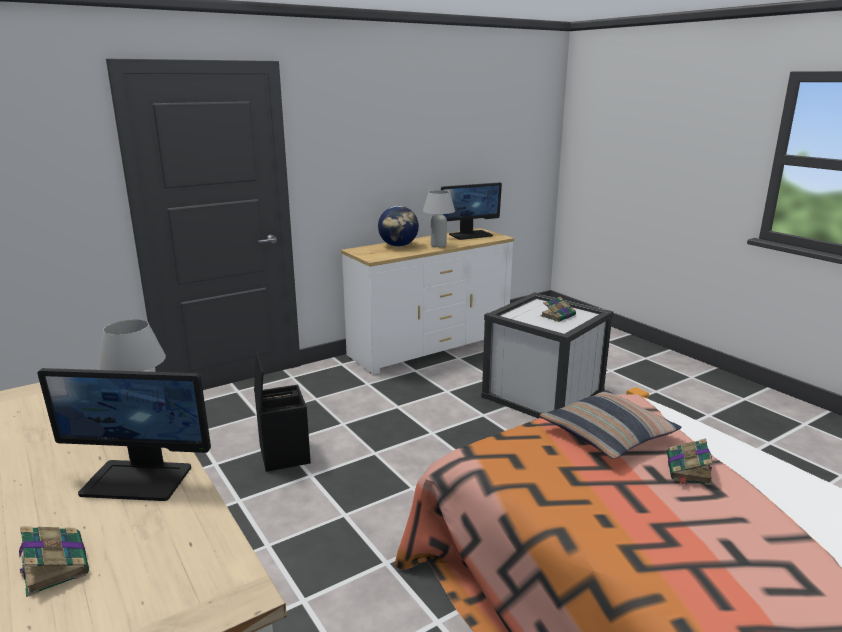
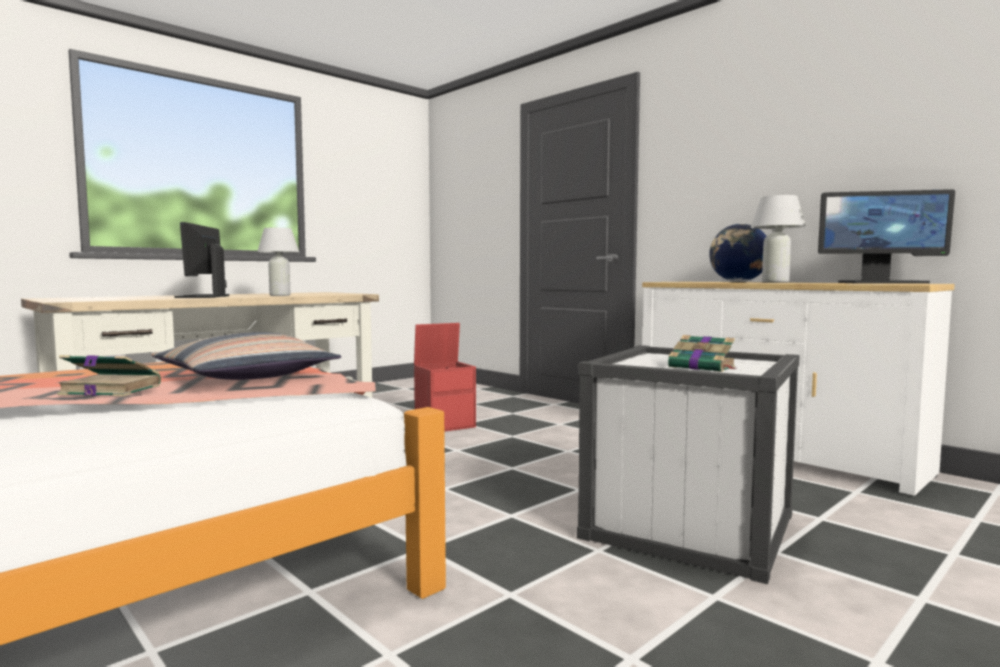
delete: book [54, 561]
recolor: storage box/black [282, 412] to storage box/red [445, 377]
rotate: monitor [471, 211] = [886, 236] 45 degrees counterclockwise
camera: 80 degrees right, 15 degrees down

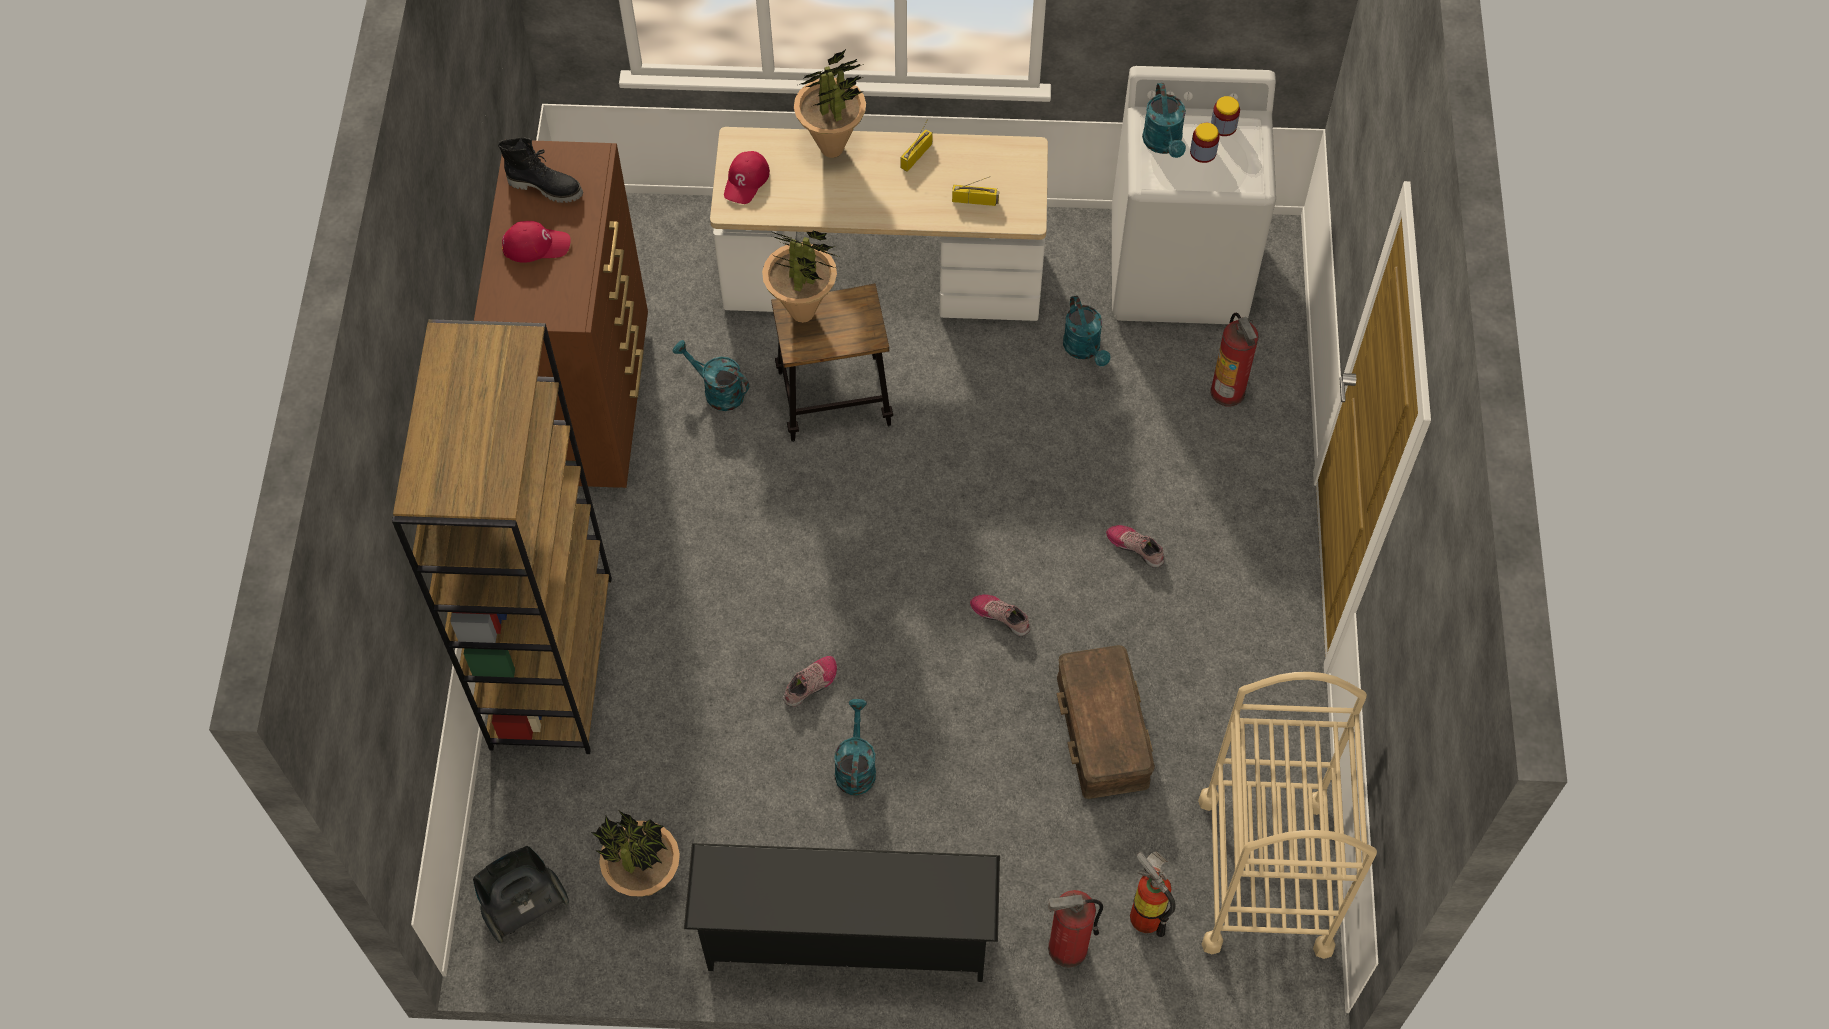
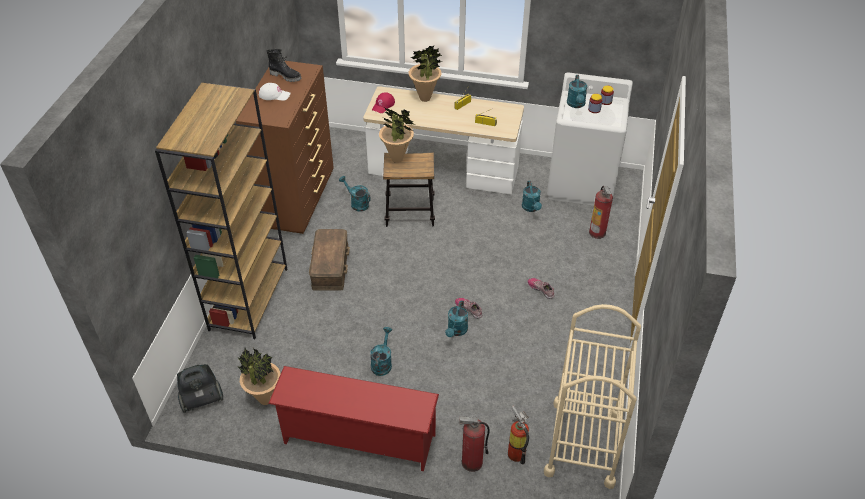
delete: shoe [810, 681]
insert: watering can/turquoise [456, 318]
move: storage box/brown [1106, 722] to [329, 260]
recolor: cap/red [536, 242] to cap/white [274, 92]; shoe rack/black [842, 912] to shoe rack/red [353, 418]
camera: 10 degrees right, 15 degrees down

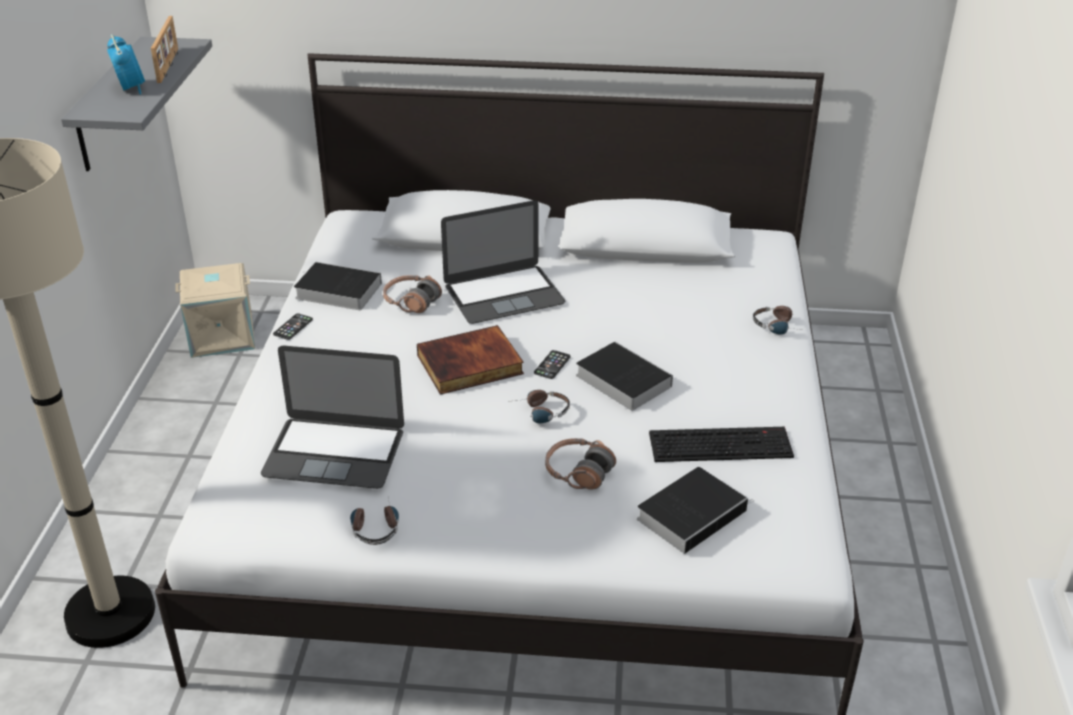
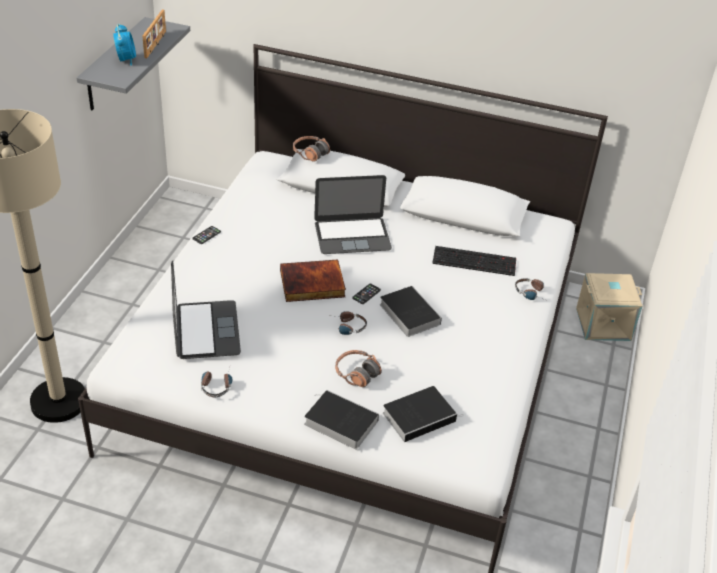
move: storage box/beige [215, 310] to [609, 307]; book [338, 286] to [341, 419]; headphones [412, 294] to [311, 149]; keyboard [721, 444] to [474, 261]
rotate: laptop [332, 417] = [206, 310] 120 degrees counterclockwise
camera: 10 degrees right, 5 degrees up

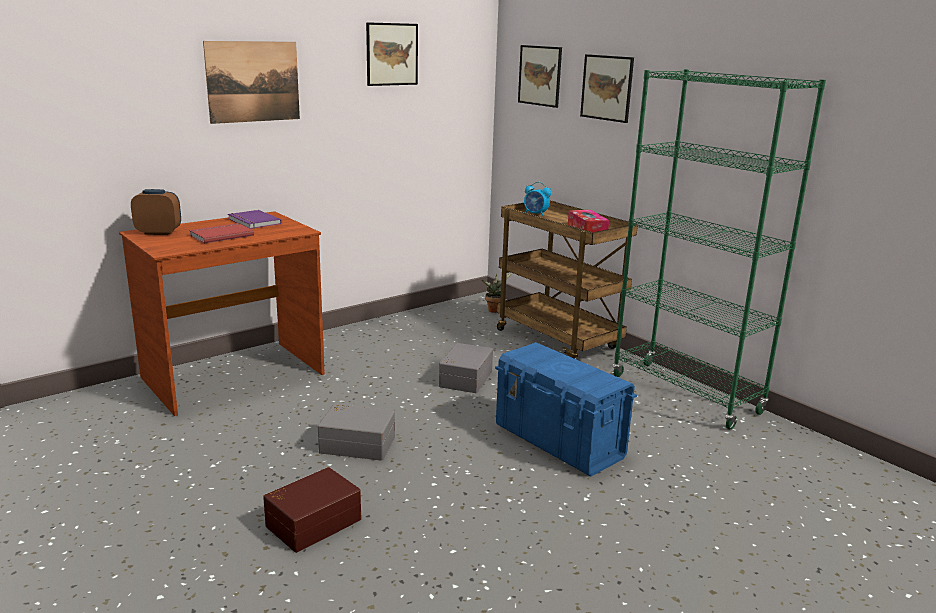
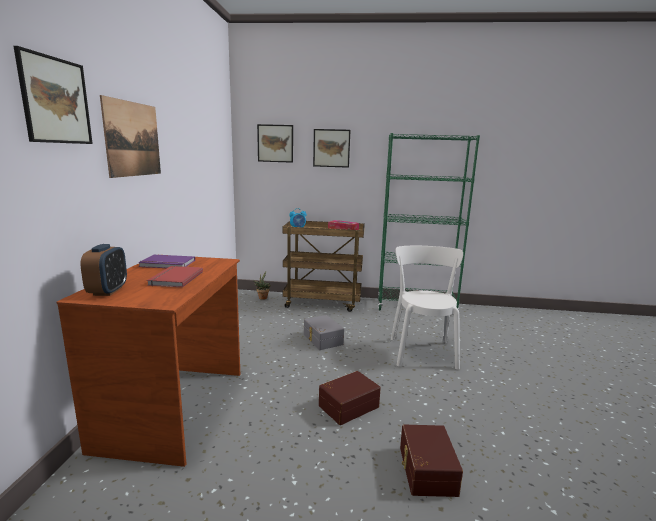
move: picture [392, 54] to [53, 95]
replace: storage box/blue [566, 409] to chair/white [427, 308]
recolor: storage box/grey [356, 432] to storage box/brown [350, 398]
rotate: alarm clock [156, 212] = [103, 270] 135 degrees clockwise
camera: 45 degrees left, 5 degrees down

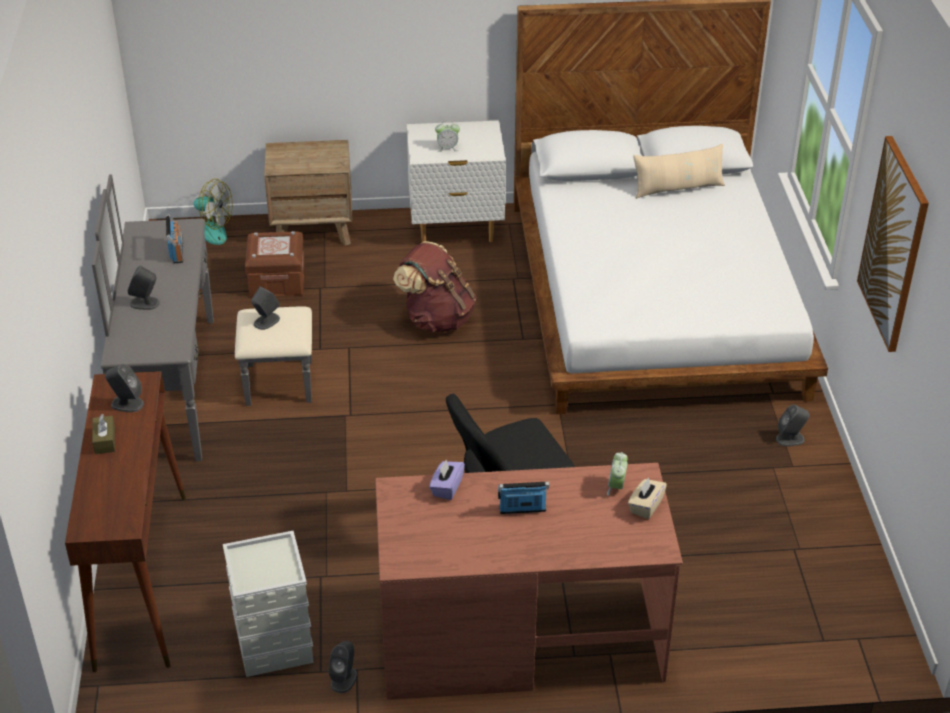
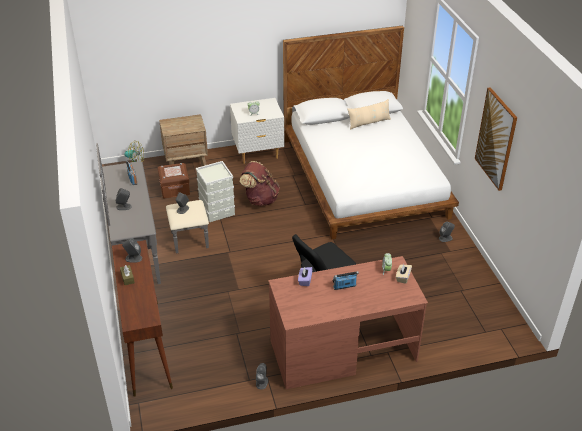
move: storage box/grey [268, 604] to [215, 191]
camera: 10 degrees left, 0 degrees up

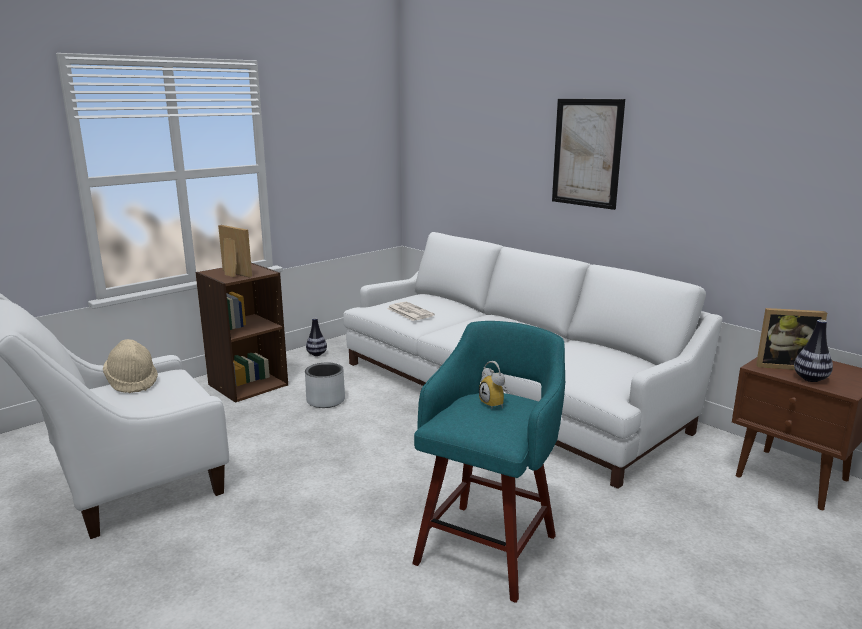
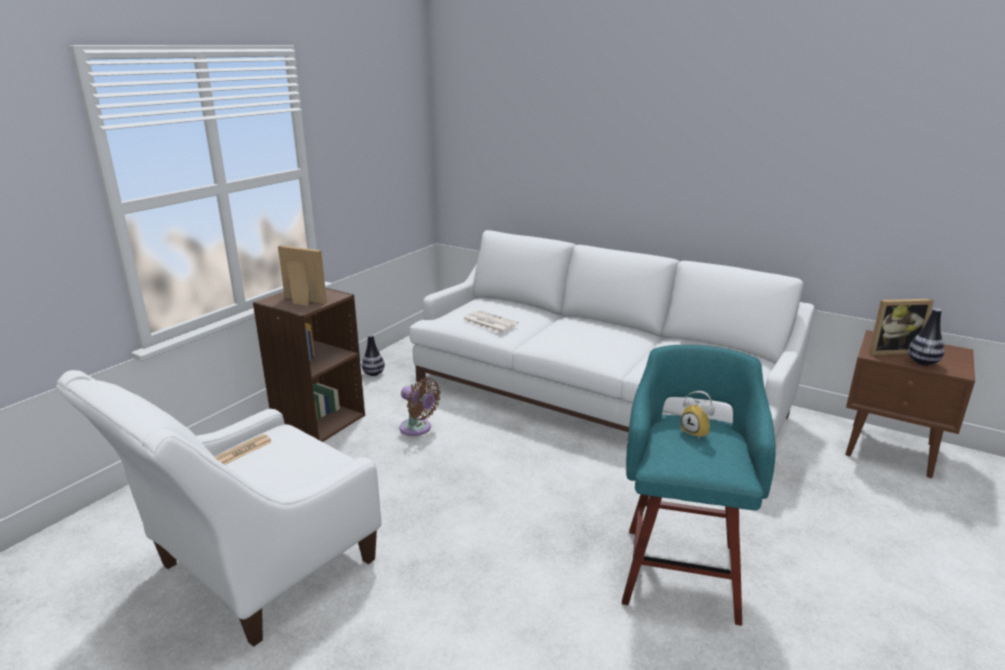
delete: picture [588, 154]
replace: hat/beige [130, 366] to newspaper [243, 449]; planter/grey [325, 385] to fan/brown [420, 407]
camera: 15 degrees left, 5 degrees up

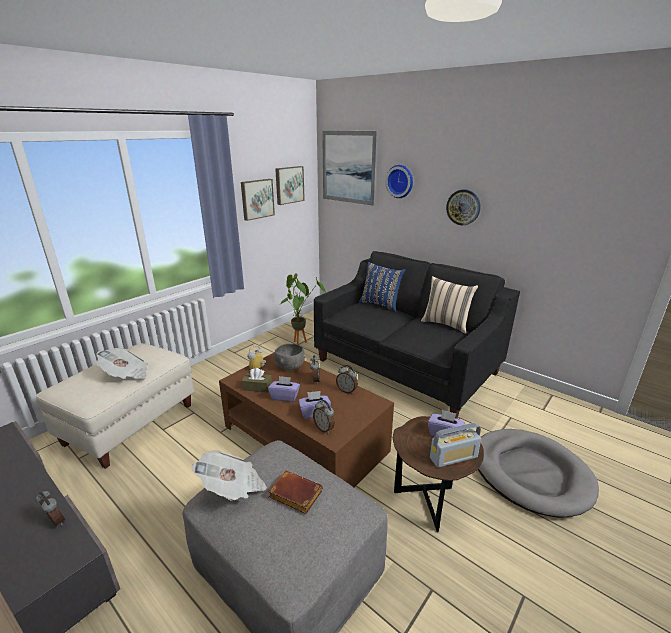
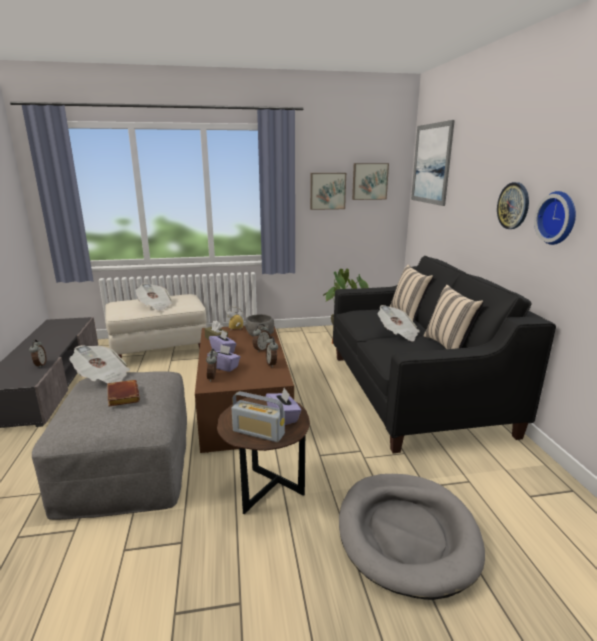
insert: newspaper [399, 323]
move: wall clock [399, 181] to [555, 218]
recolor: pillow/blue [382, 287] to pillow/beige [412, 293]
camera: 40 degrees right, 5 degrees down

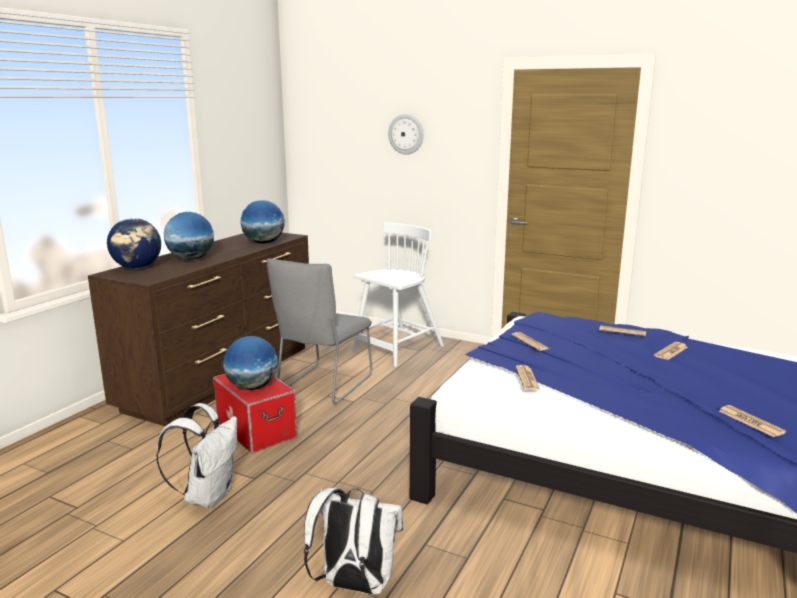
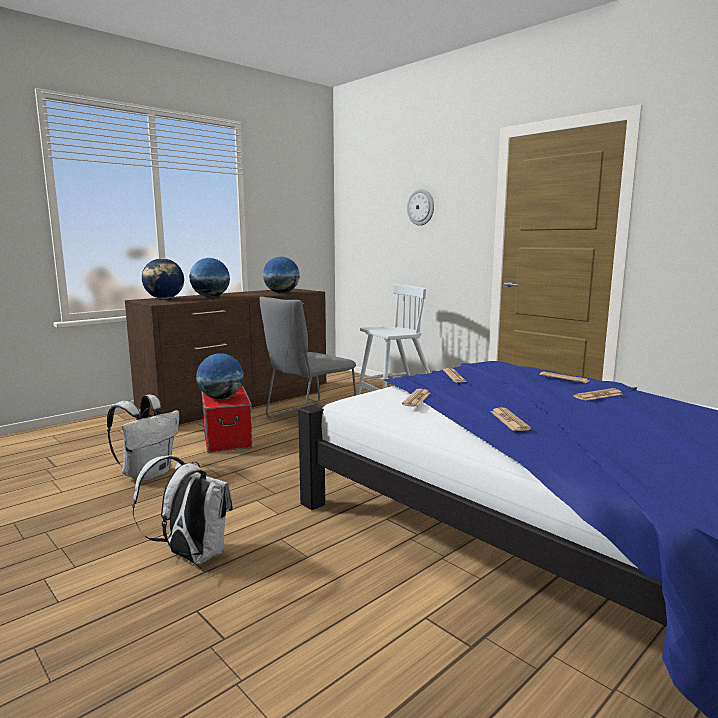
move: newspaper [752, 421] to [511, 419]
camera: 20 degrees right, 5 degrees down

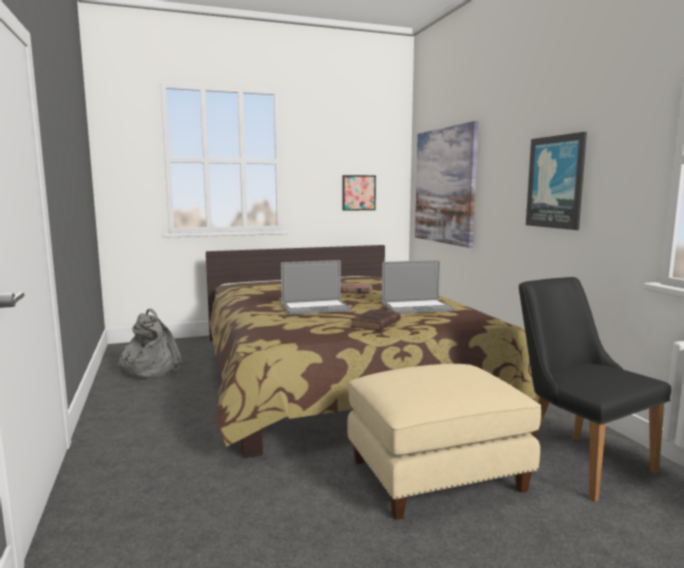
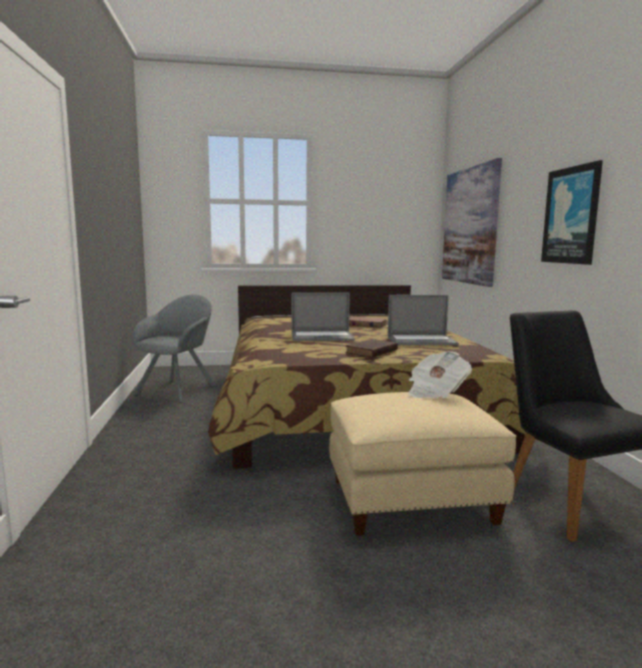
delete: picture [359, 193]
insert: newspaper [440, 374]
replace: backpack/grey [149, 343] to armchair/grey [174, 349]
camera: 10 degrees right, 0 degrees up

